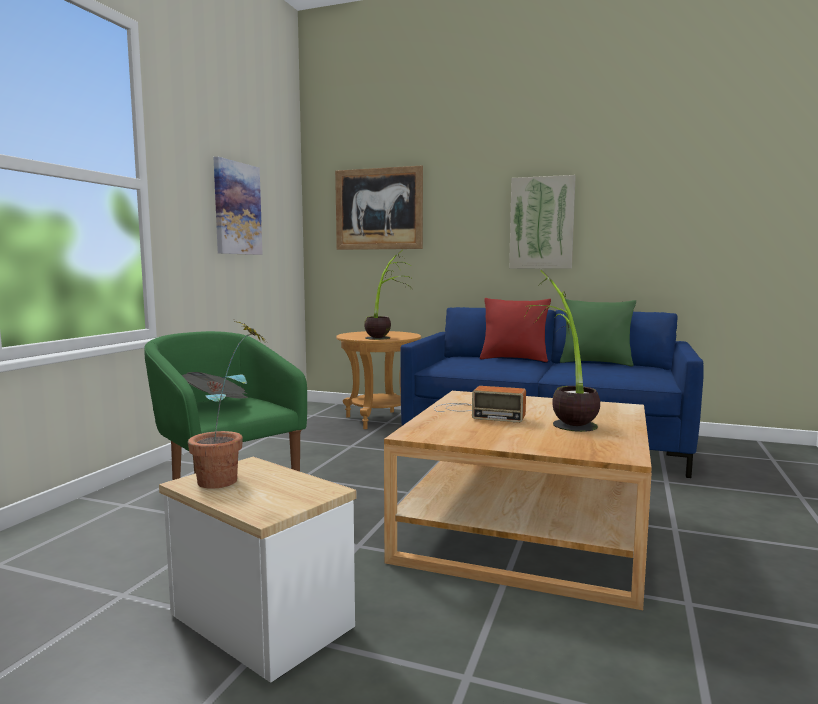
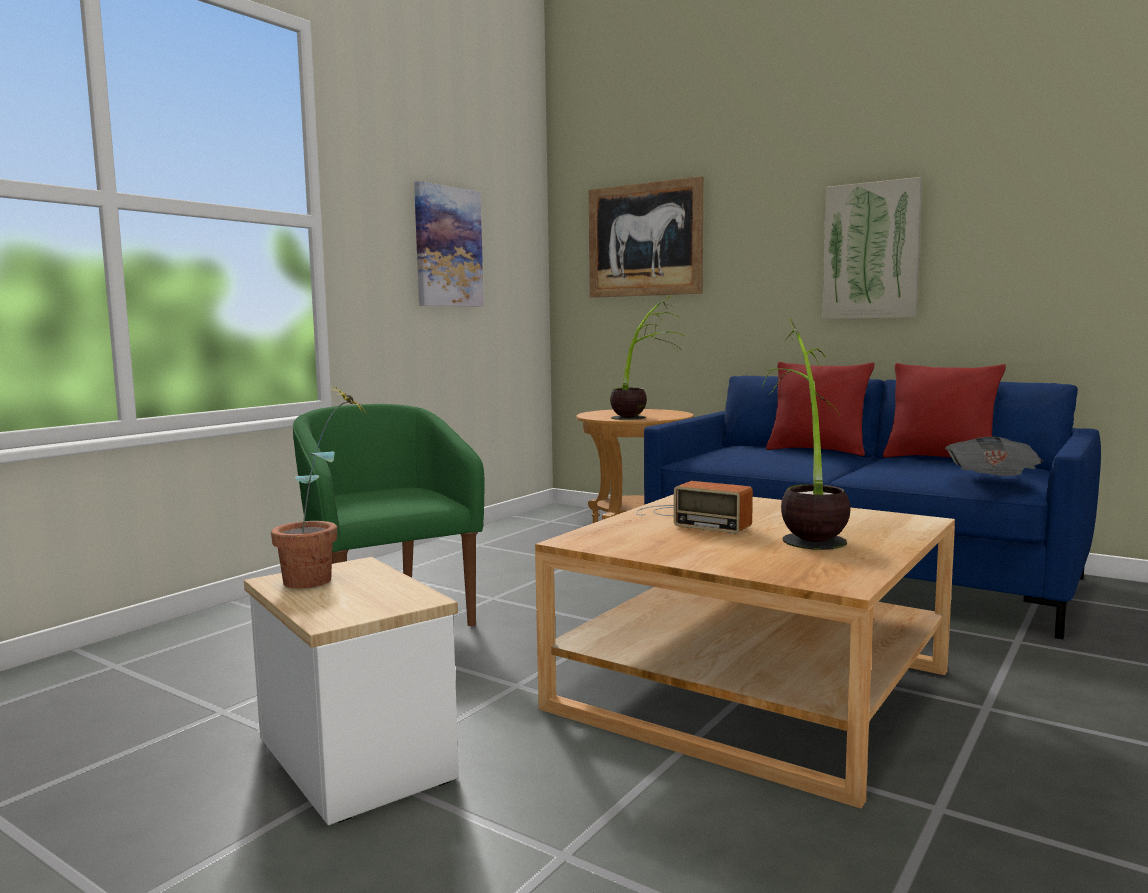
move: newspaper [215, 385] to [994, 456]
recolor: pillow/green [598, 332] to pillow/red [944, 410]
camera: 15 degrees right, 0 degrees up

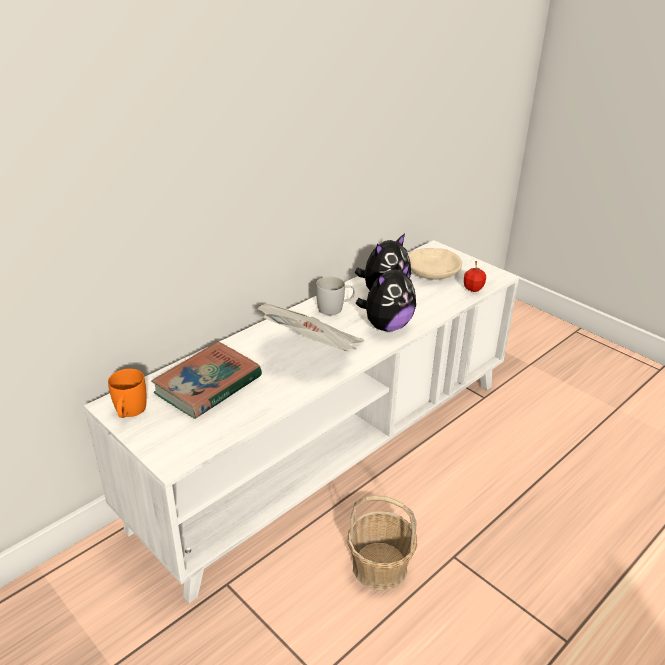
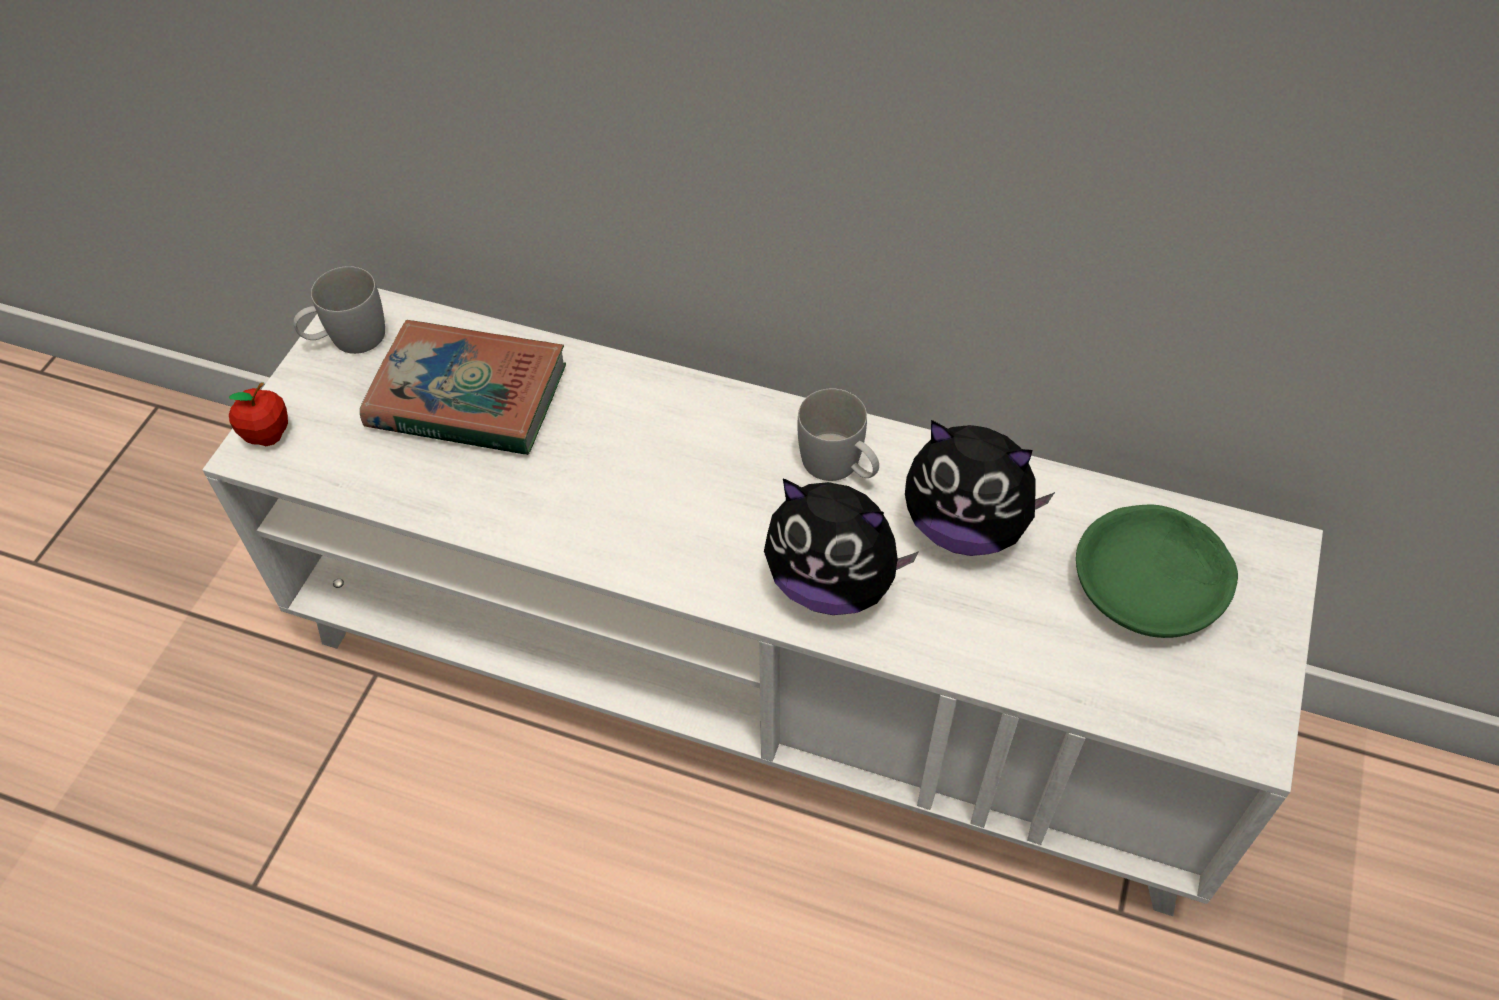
delete: newspaper [311, 327]; basket [382, 543]
move: apple [475, 276] to [258, 414]
recolor: mug/orange [127, 393] to mug/white [339, 310]; bowl/beige [435, 264] to bowl/green [1157, 571]
camera: 65 degrees right, 20 degrees up

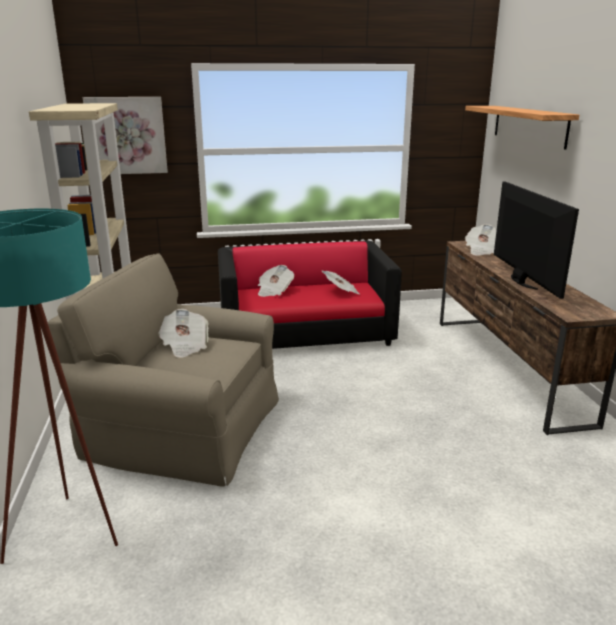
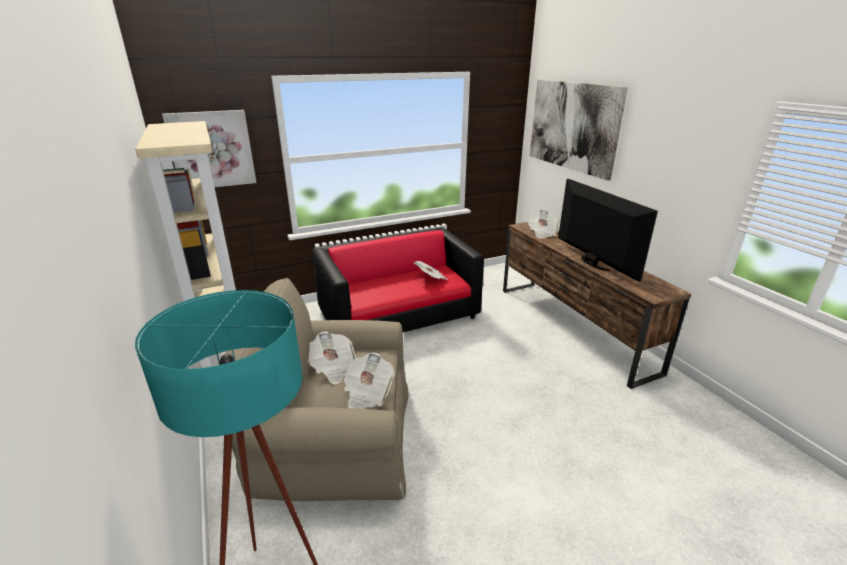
move: newspaper [276, 281] to [369, 380]
replace: shelf [522, 127] to picture [579, 130]
camera: 15 degrees left, 5 degrees up

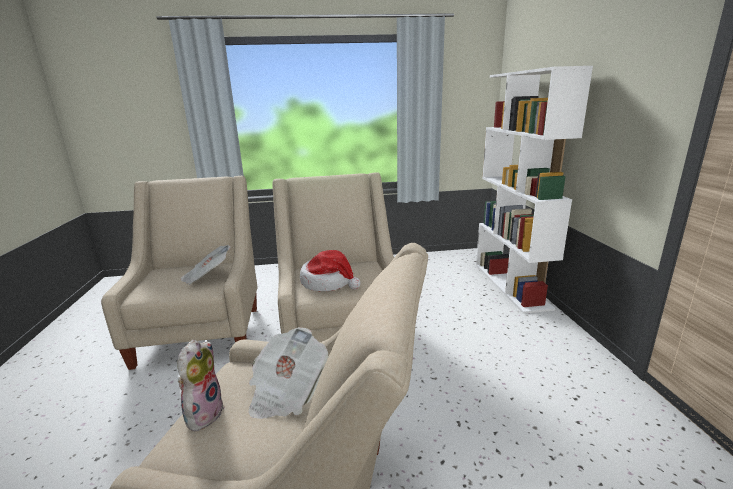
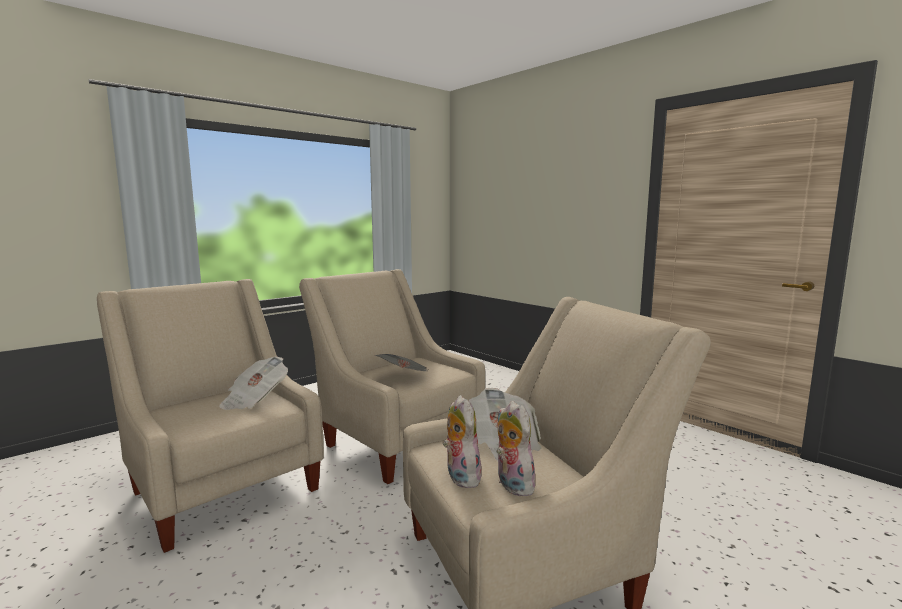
delete: bookcase/white [534, 190]
insert: plush toy [516, 448]
replace: hat [330, 270] to newspaper [401, 362]
camera: 35 degrees left, 10 degrees down

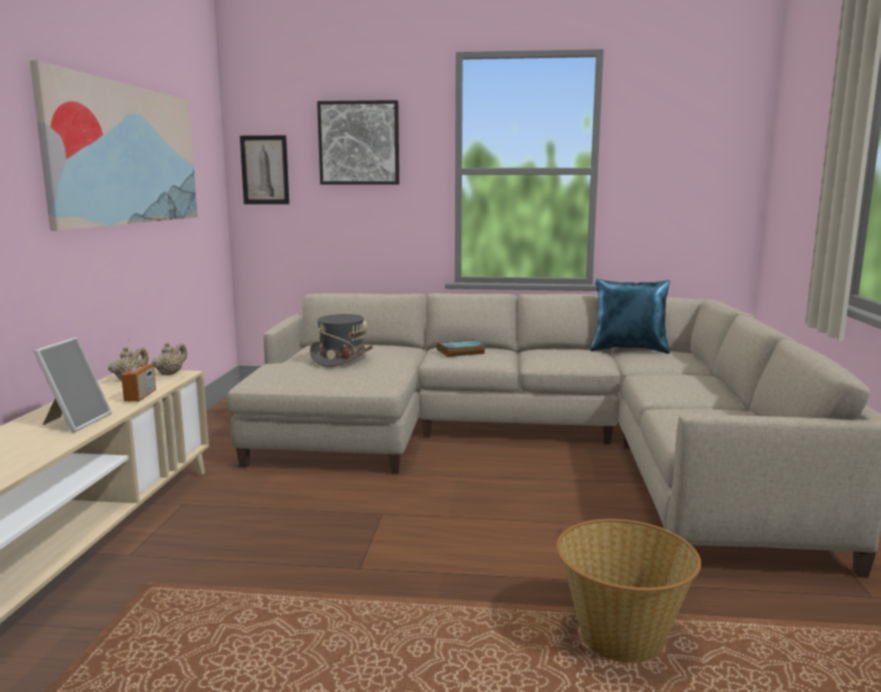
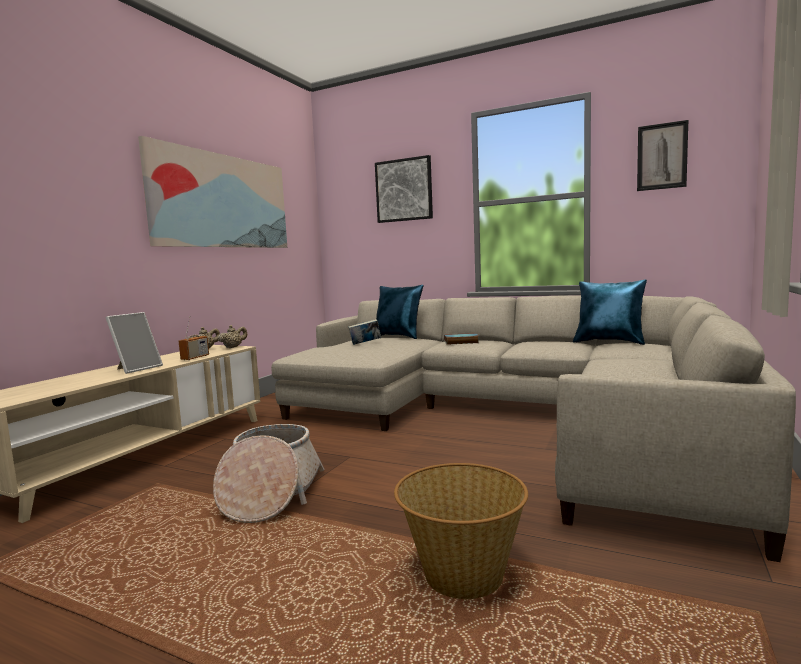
insert: basket [268, 473]; pillow/blue [400, 312]
move: picture [264, 169] to [662, 155]
replace: hat/grey [341, 340] to book [364, 332]
camera: 20 degrees right, 5 degrees down

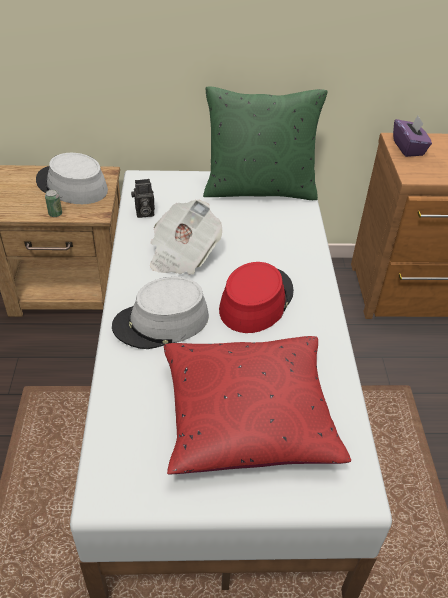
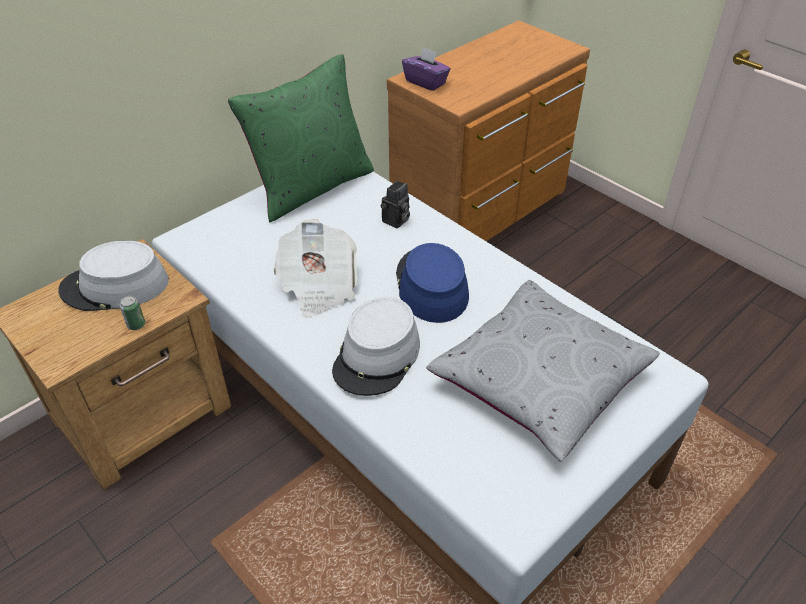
move: photo camera [143, 198] to [395, 204]
recolor: pillow/red [257, 405] to pillow/grey [543, 371]; hat/red [256, 297] to hat/blue [432, 283]
camera: 40 degrees left, 0 degrees up

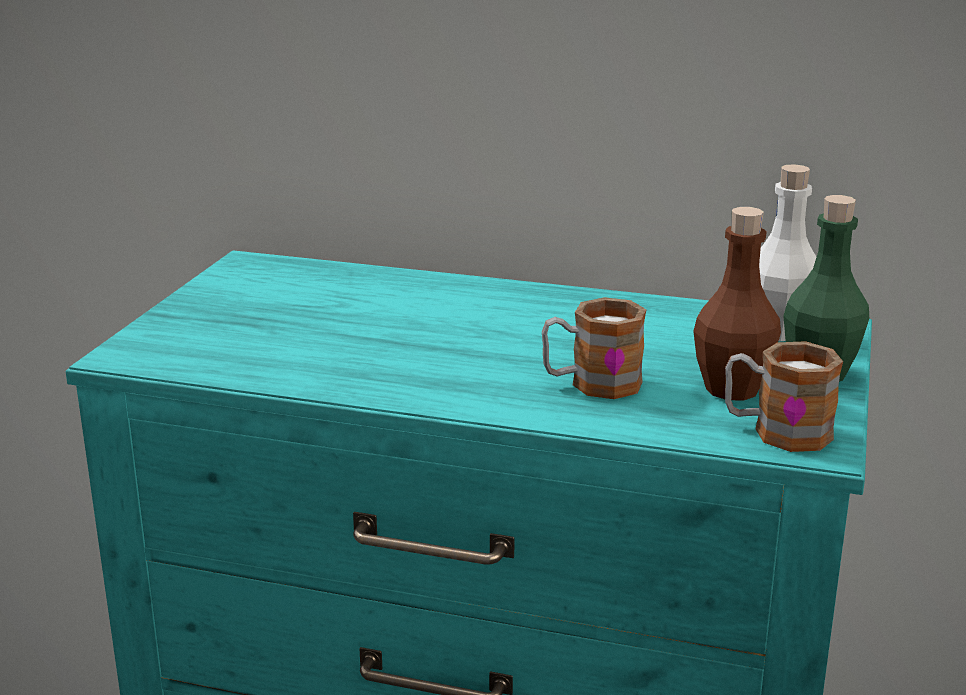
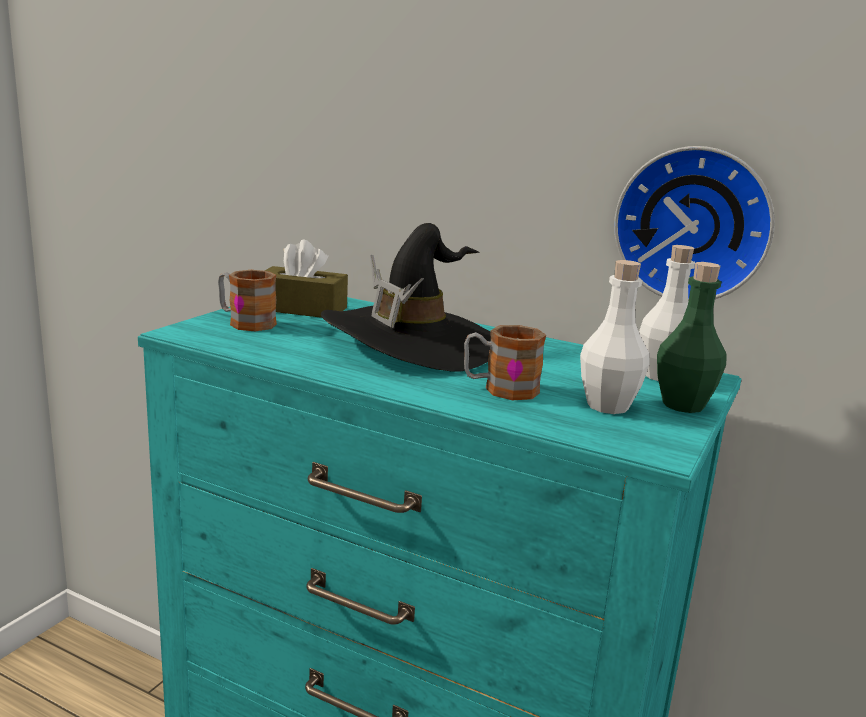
insert: tissue box/brown [306, 279]; hat/black [406, 297]; wall clock [694, 223]
move: mug [784, 396] to [247, 300]
recolor: bottle/brown [737, 304] to bottle/white [615, 337]
camera: 10 degrees right, 5 degrees down

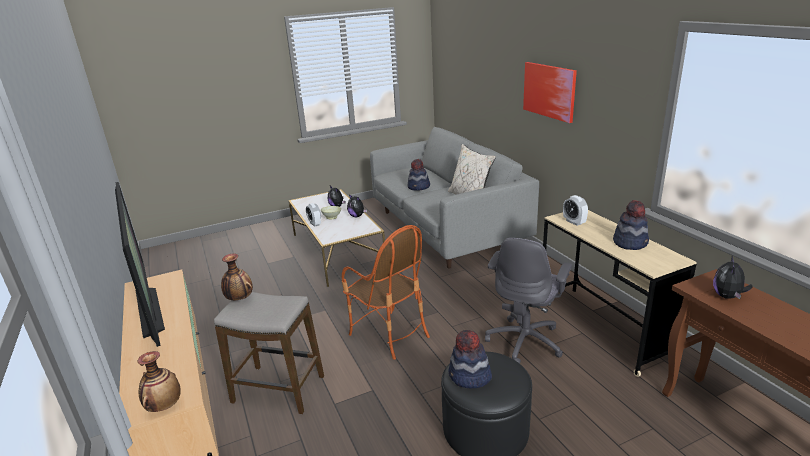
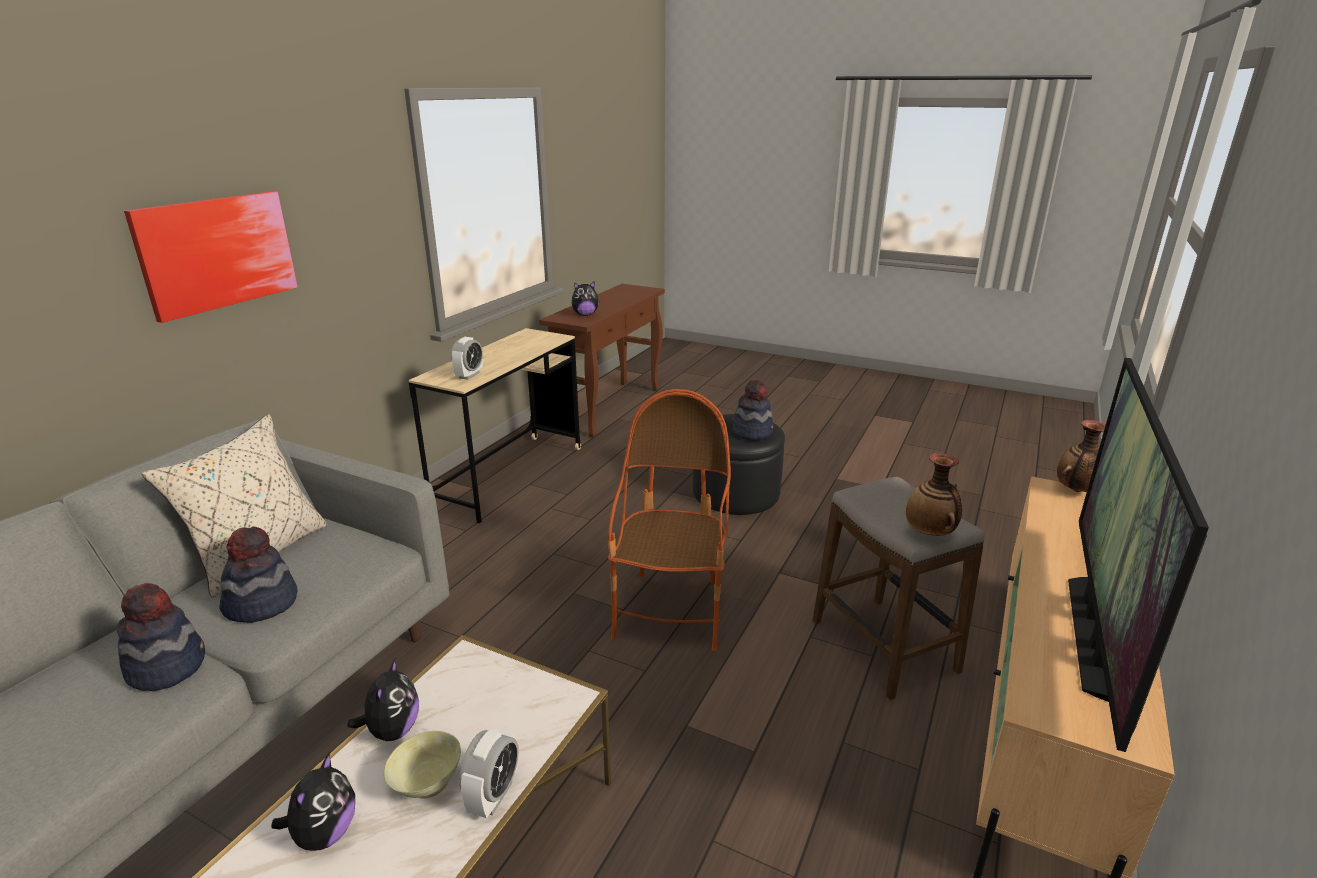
delete: office chair/grey [528, 300]
move: hat [631, 225] to [258, 574]
camera: 130 degrees left, 0 degrees up

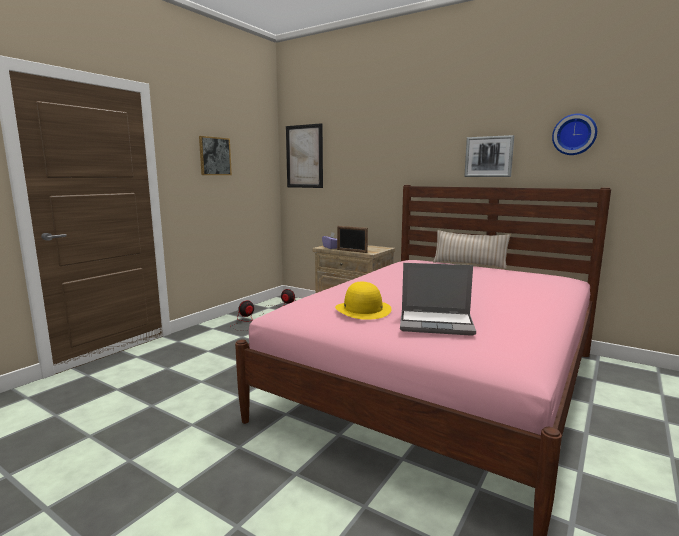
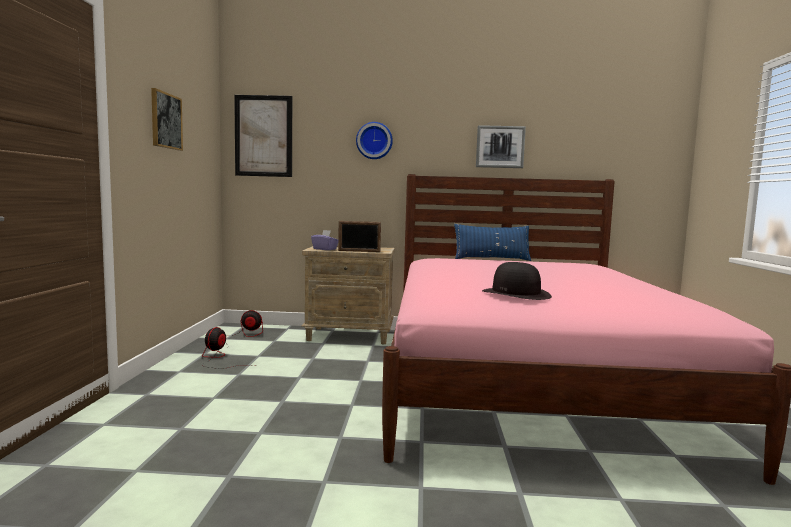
delete: laptop [438, 299]
move: wall clock [574, 134] to [374, 140]
recolor: hat/yellow [363, 301] to hat/black [517, 281]; pillow/beige [471, 249] to pillow/blue [492, 242]
camera: 30 degrees left, 5 degrees down

